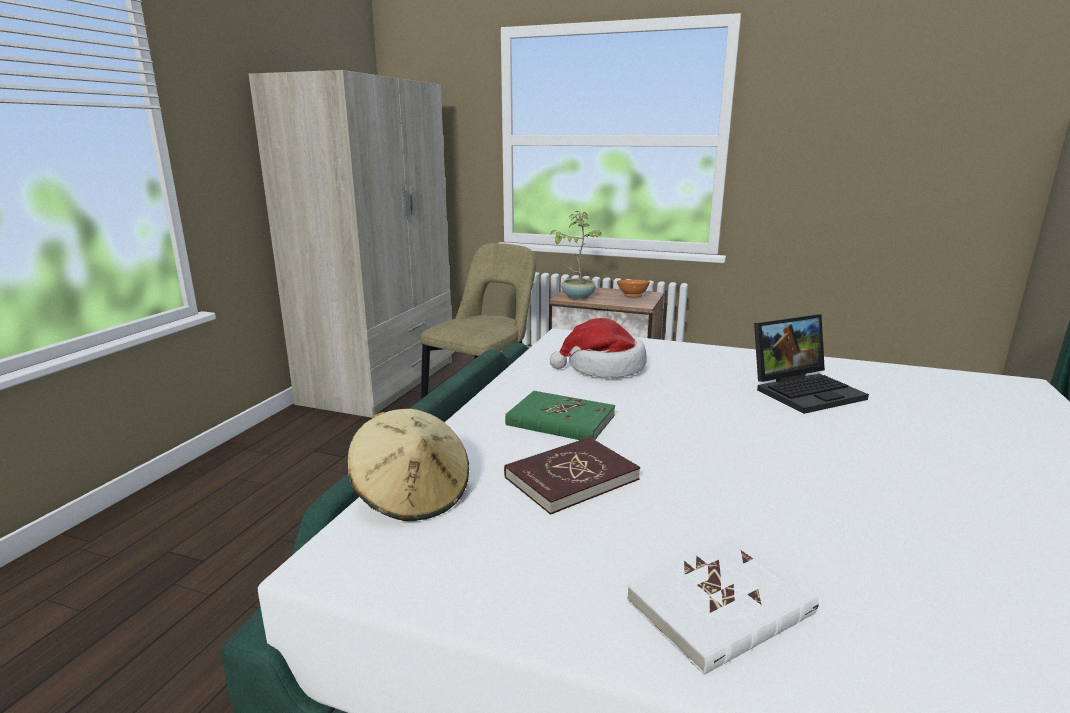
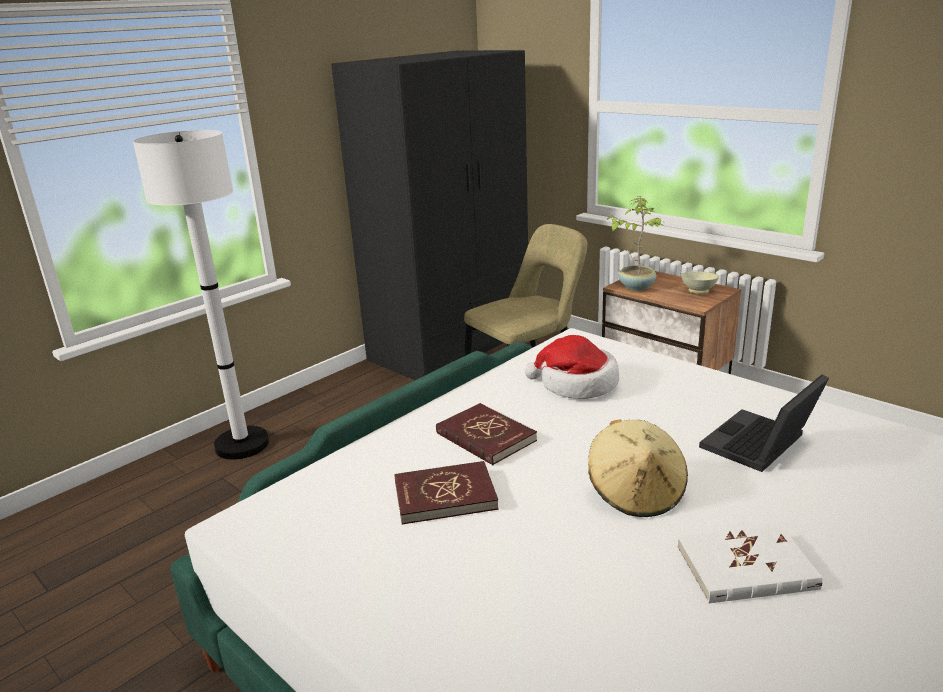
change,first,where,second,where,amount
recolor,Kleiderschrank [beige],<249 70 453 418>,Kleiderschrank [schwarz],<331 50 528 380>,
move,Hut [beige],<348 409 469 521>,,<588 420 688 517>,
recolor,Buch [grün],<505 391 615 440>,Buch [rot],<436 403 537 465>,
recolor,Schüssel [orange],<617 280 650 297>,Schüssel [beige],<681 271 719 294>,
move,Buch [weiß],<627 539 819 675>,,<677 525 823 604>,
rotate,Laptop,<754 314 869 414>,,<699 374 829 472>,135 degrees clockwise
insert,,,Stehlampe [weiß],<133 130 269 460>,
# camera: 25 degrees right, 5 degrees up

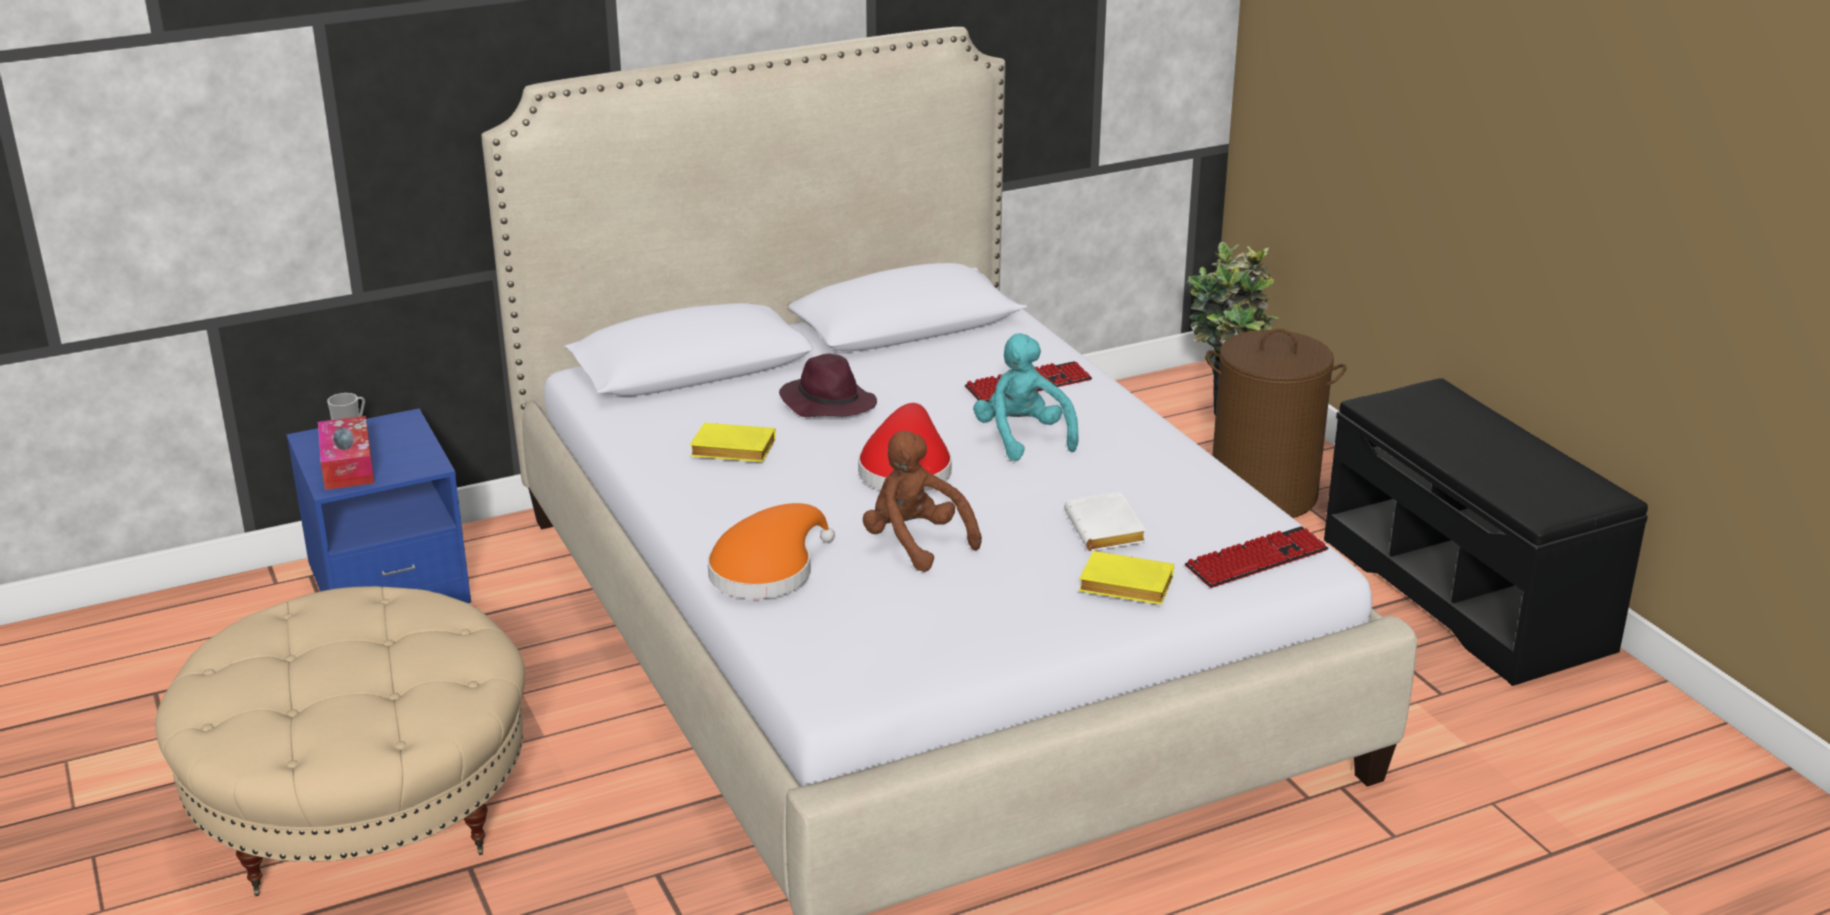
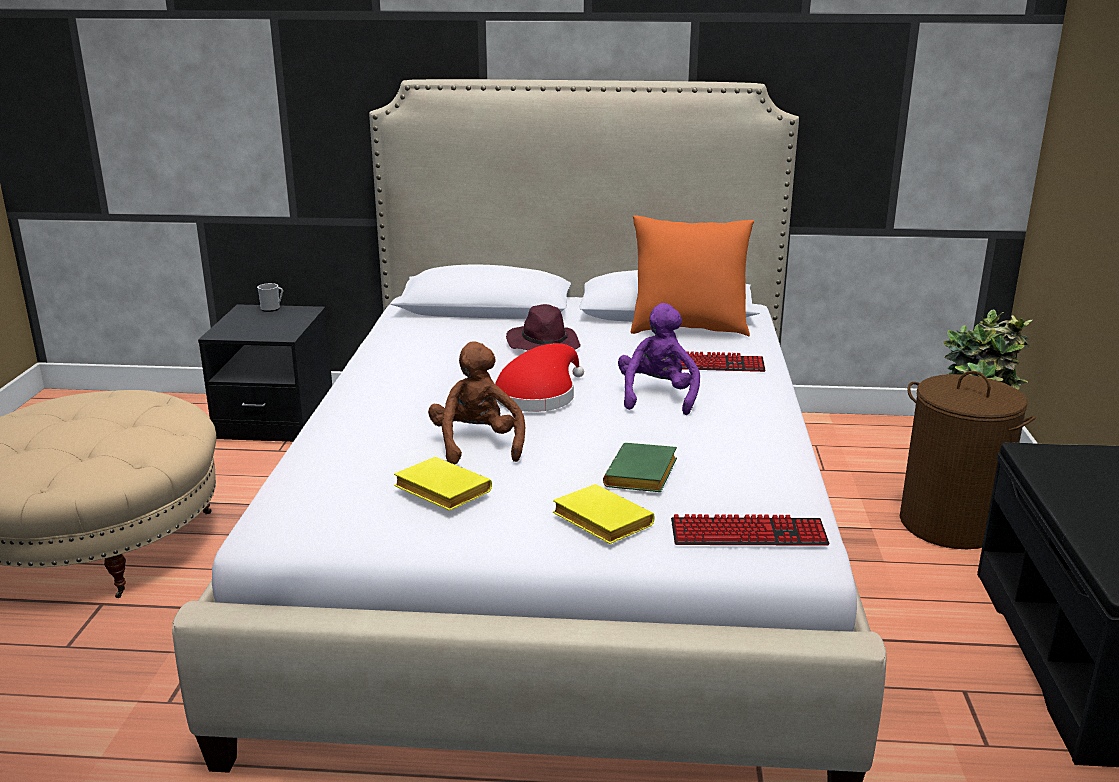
change,first,where,second,where,amount
recolor,Nachttisch [blau],<286 408 471 603>,Nachttisch [schwarz],<198 304 332 442>,
delete,Taschentuchbox,<318 416 374 490>,,,
move,Buch [gelb],<690 423 776 462>,,<394 457 492 511>,
delete,Hut [orange],<707 503 835 599>,,,
recolor,Plüschtier [türkis],<973 333 1079 461>,Plüschtier [lila],<618 303 700 415>,
recolor,Buch [weiß],<1064 491 1146 551>,Buch [grün],<603 443 677 492>,
insert,,,Kissen [orange],<631 215 754 337>,
# camera: 30 degrees right, 5 degrees down

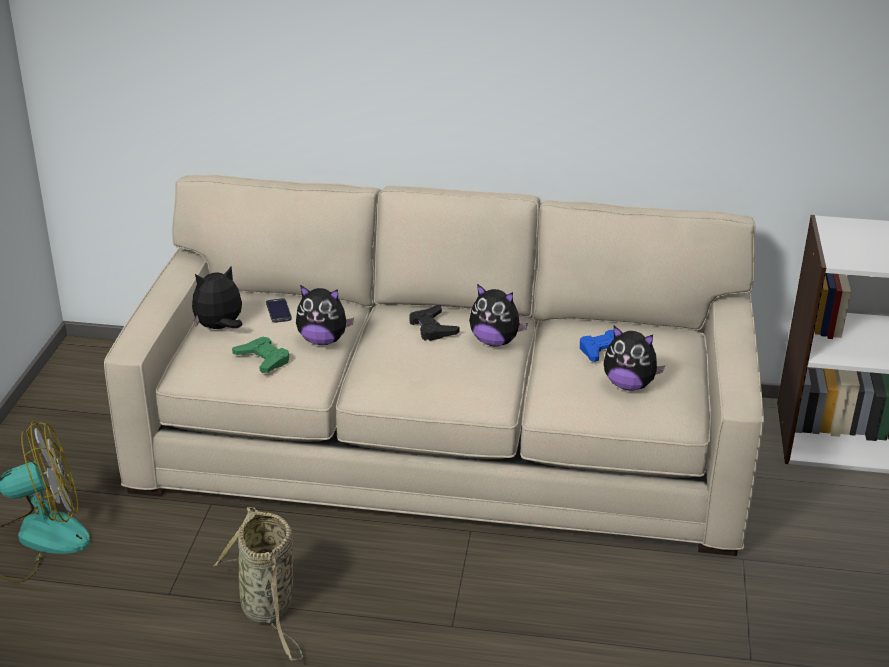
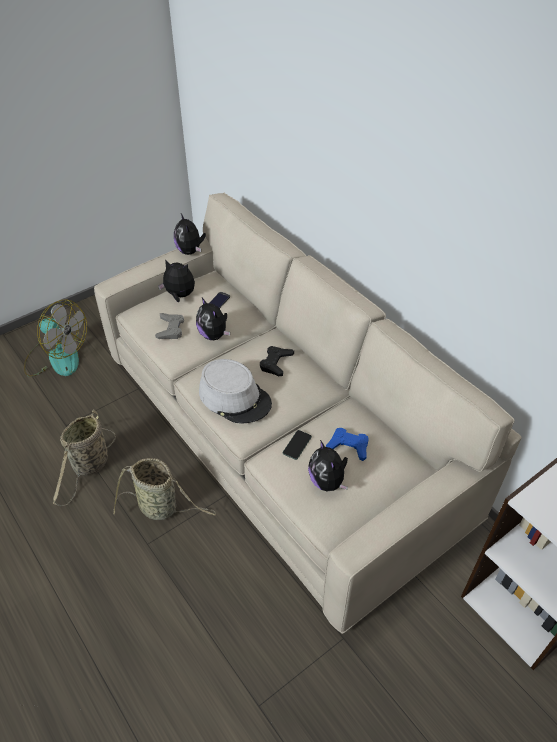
change,first,where,second,where,amount
recolor,Gamepad [grün],<232 336 289 373>,Gamepad [grau],<155 313 184 339>,
move,Plüschtier,<469 284 528 346>,,<174 213 206 255>,
insert,,,Korb,<113 458 216 520>,
insert,,,Hut [grau],<199 359 272 424>,
insert,,,Handy,<283 430 312 460>,
# camera: 45 degrees right, 15 degrees up

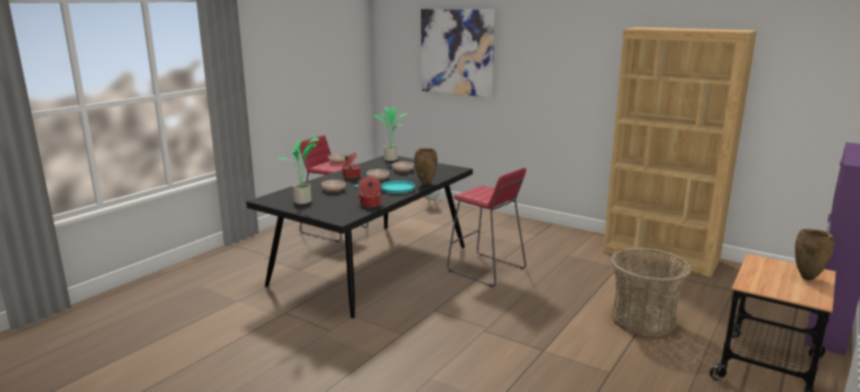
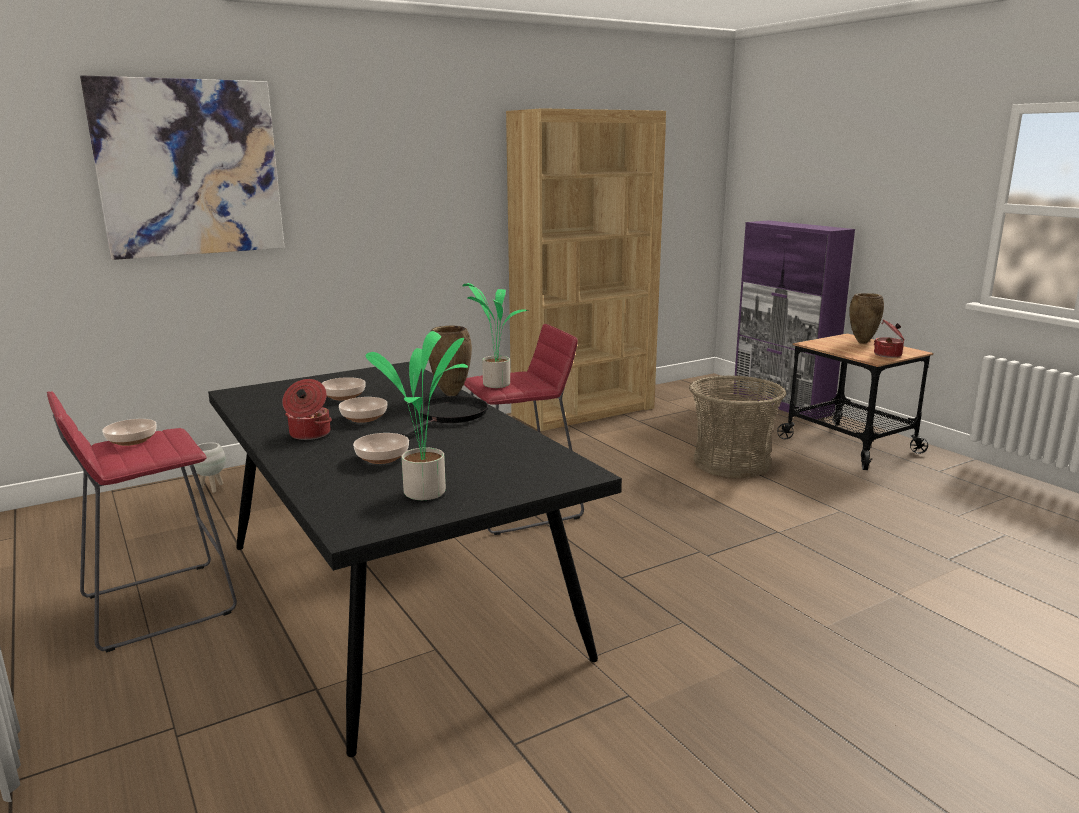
change,first,where,second,where,amount
recolor,Pfanne [türkis],<354 180 415 193>,Pfanne [schwarz],<401 396 488 437>,
move,Kochtopf,<356 177 385 208>,,<874 320 904 358>,
move,Topfpflanze,<373 107 407 161>,,<463 283 528 388>,
# camera: 65 degrees left, 0 degrees up

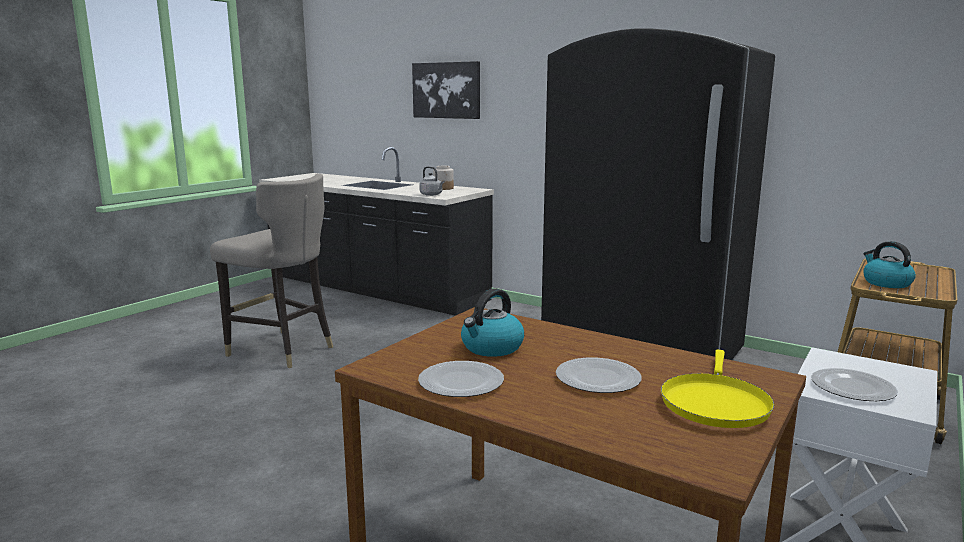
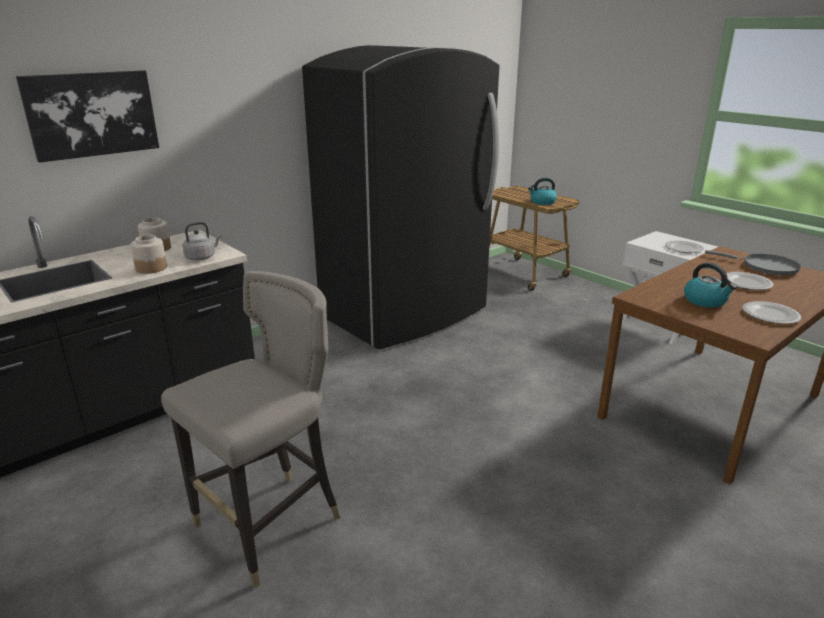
change,first,where,second,where,amount
recolor,Pfanne [gelb],<661 350 774 428>,Pfanne [grau],<705 250 801 275>,
insert,,,Vorratsglas,<130 235 167 274>,
# camera: 75 degrees left, 10 degrees up

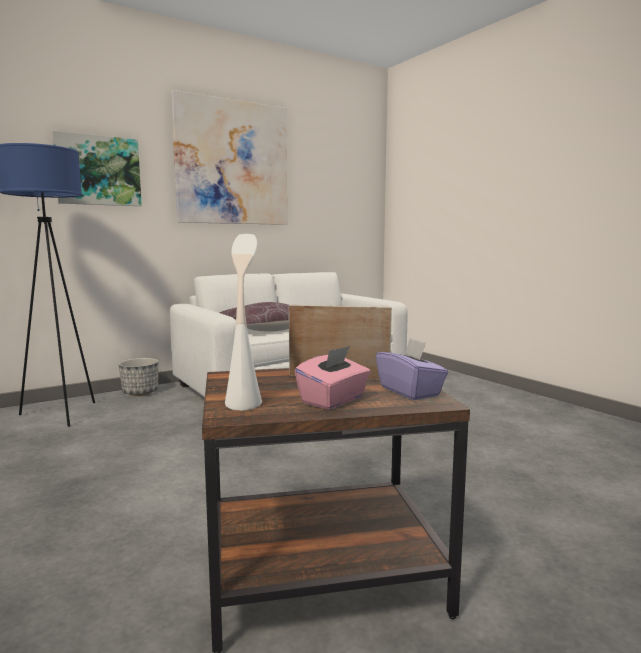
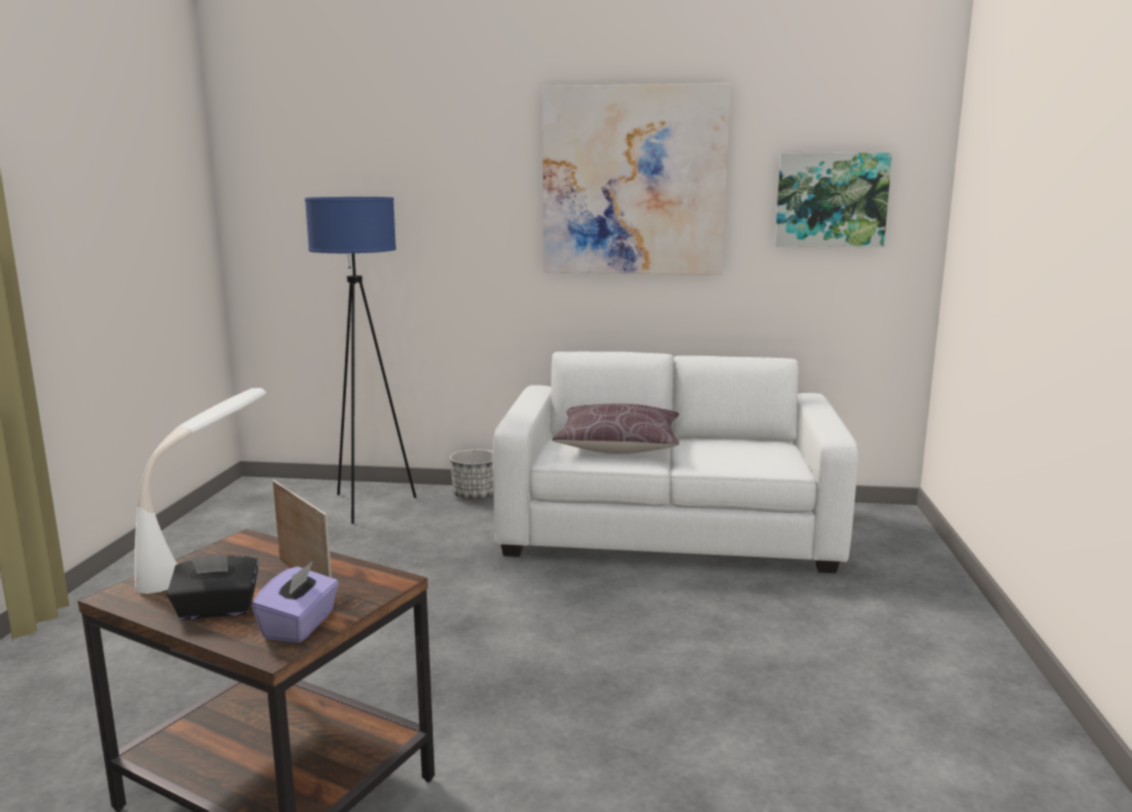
change,first,where,second,where,amount
move,Bild,<52 131 142 206>,,<775 153 892 247>,
recolor,Taschentuchbox [rosa],<295 346 370 410>,Taschentuchbox [schwarz],<167 555 259 619>,
# camera: 40 degrees right, 5 degrees up

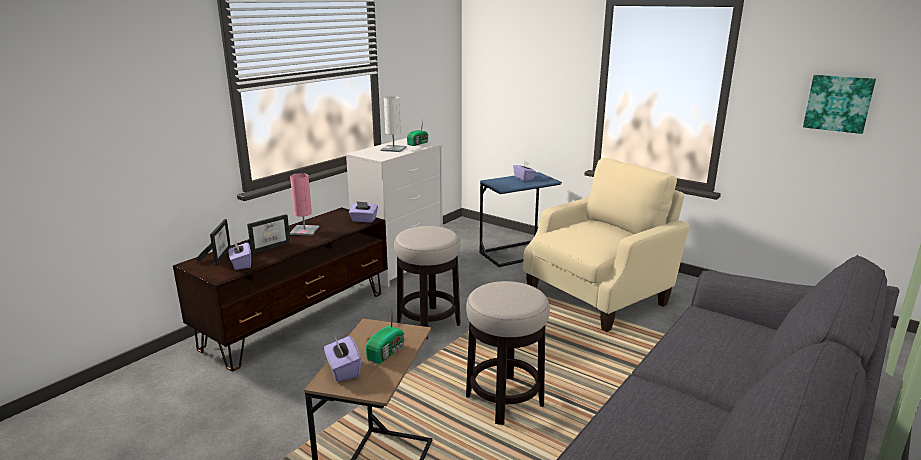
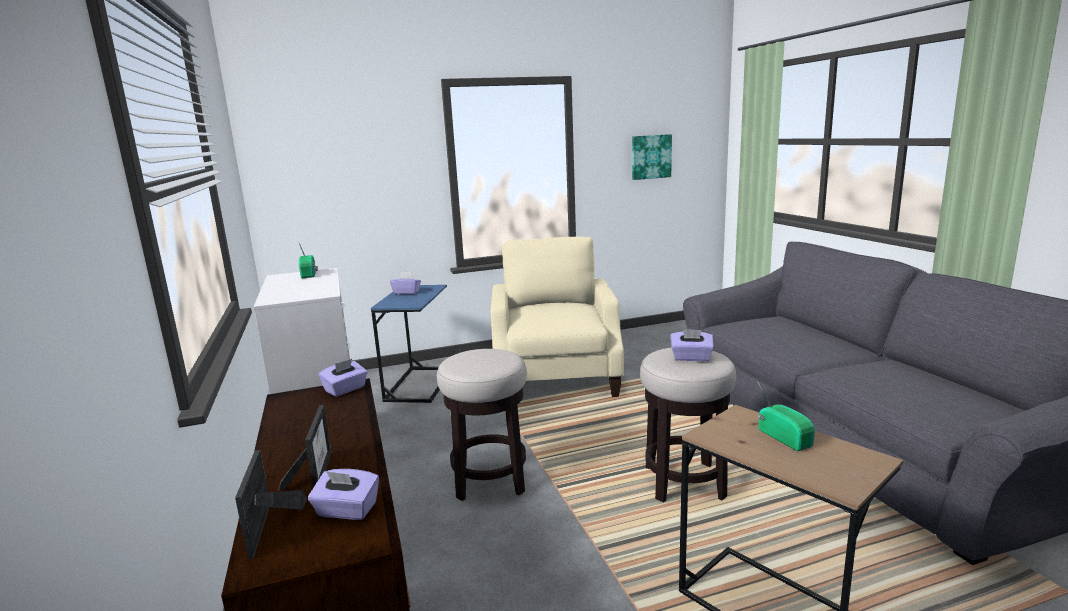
change,first,where,second,where,amount
rotate,Bilderrahmen,<196 219 231 265>,,<235 450 307 559>,135 degrees counterclockwise
delete,Tischlampe [rosa],<290 173 319 235>,,,
move,Taschentuchbox [lila],<324 336 361 382>,,<671 329 714 361>,
delete,Tischlampe [weiß],<380 96 407 152>,,,
# camera: 55 degrees left, 5 degrees down

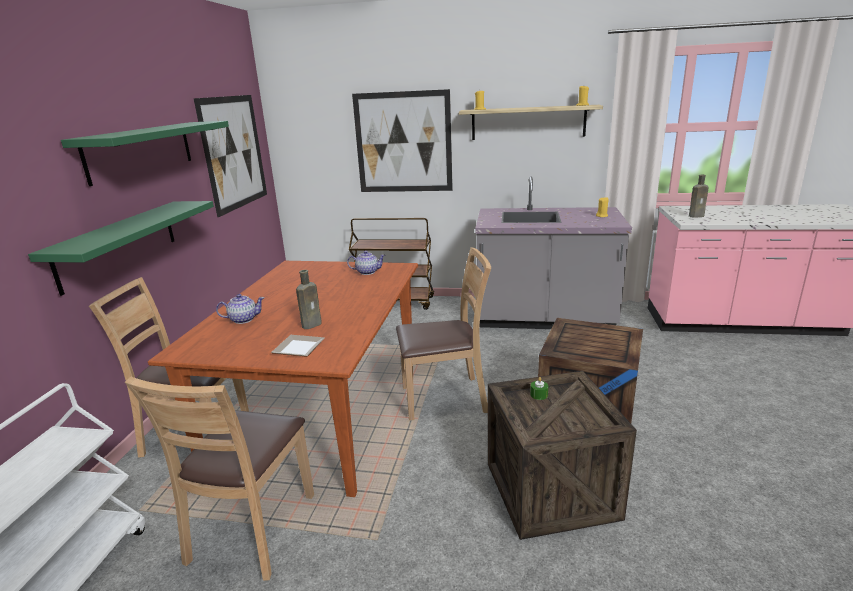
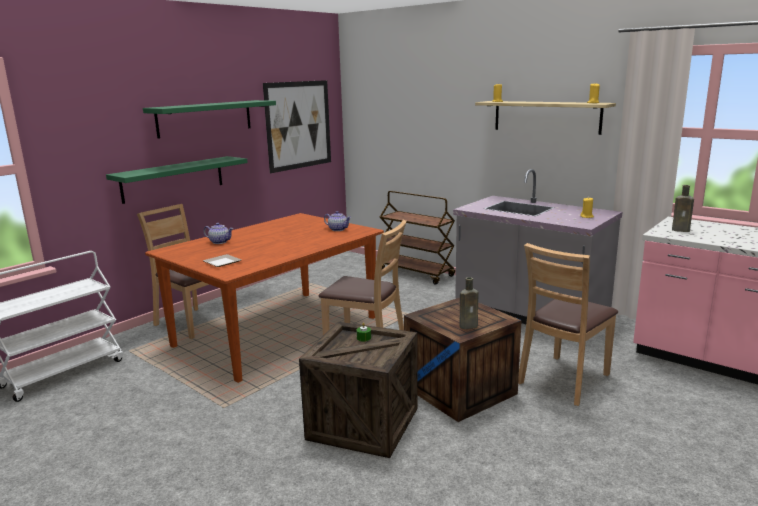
change,first,where,second,where,amount
move,Stuhl [braun],<125 377 314 581>,,<518 243 618 406>,
move,Flasche [braun],<296 270 322 329>,,<460 277 478 329>,
delete,Bild,<352 89 453 192>,,,
# camera: 30 degrees right, 5 degrees down

